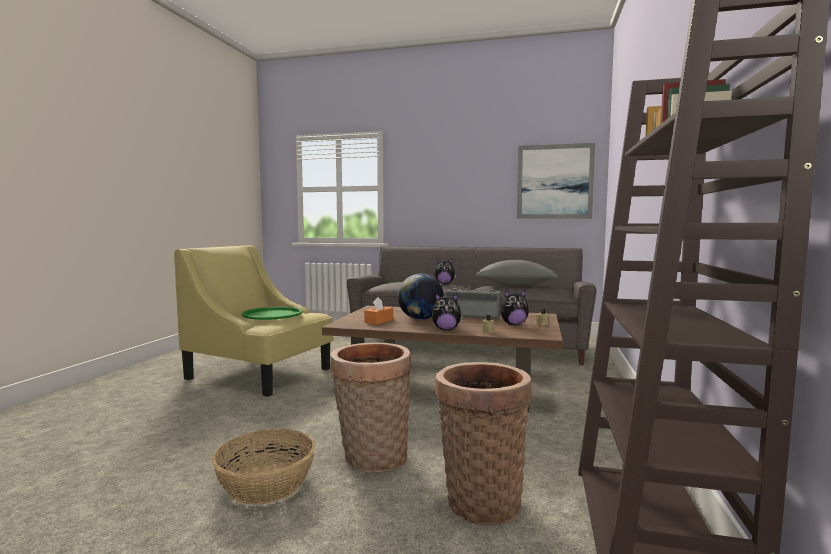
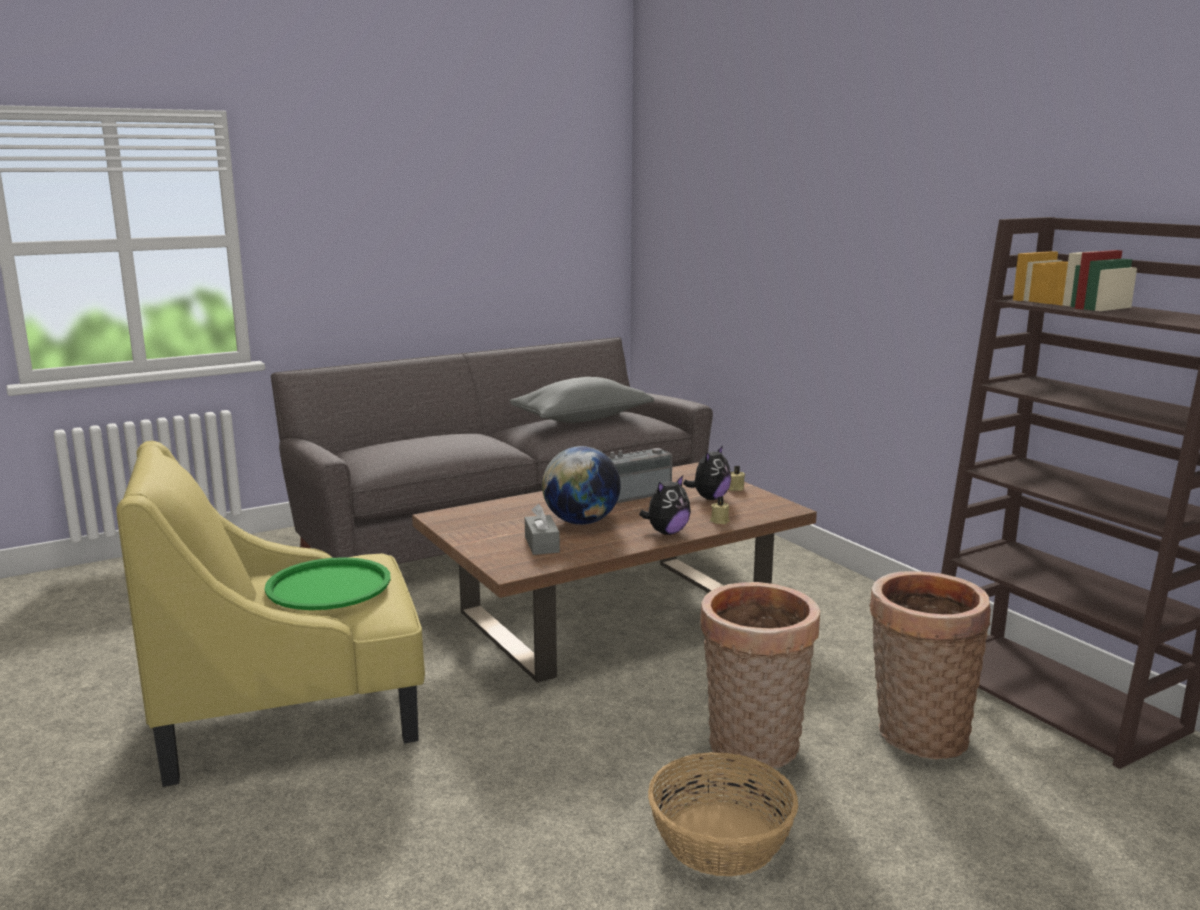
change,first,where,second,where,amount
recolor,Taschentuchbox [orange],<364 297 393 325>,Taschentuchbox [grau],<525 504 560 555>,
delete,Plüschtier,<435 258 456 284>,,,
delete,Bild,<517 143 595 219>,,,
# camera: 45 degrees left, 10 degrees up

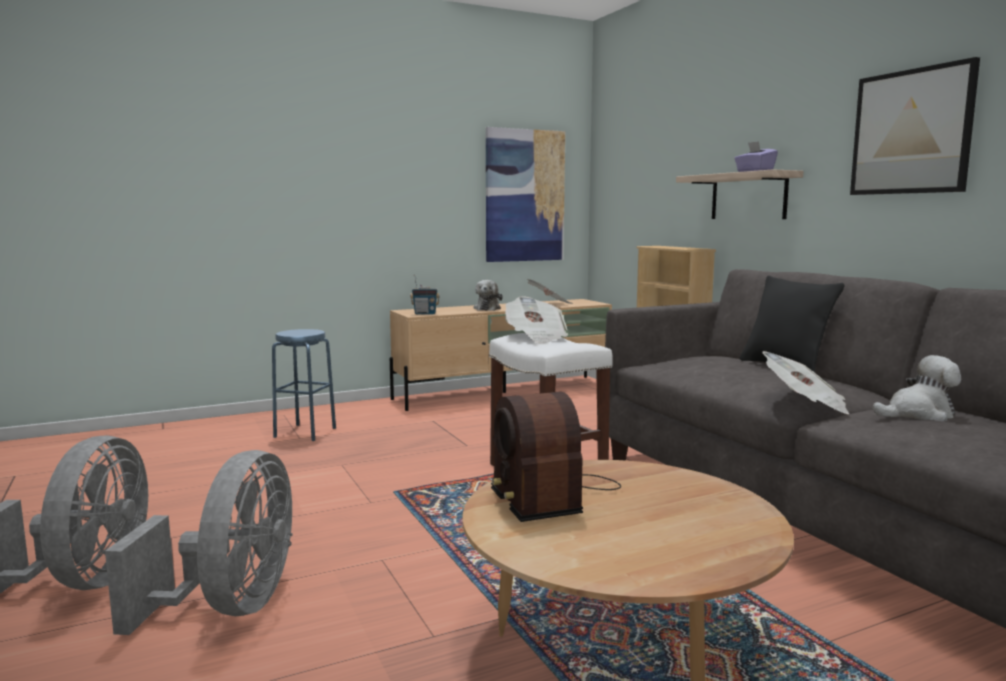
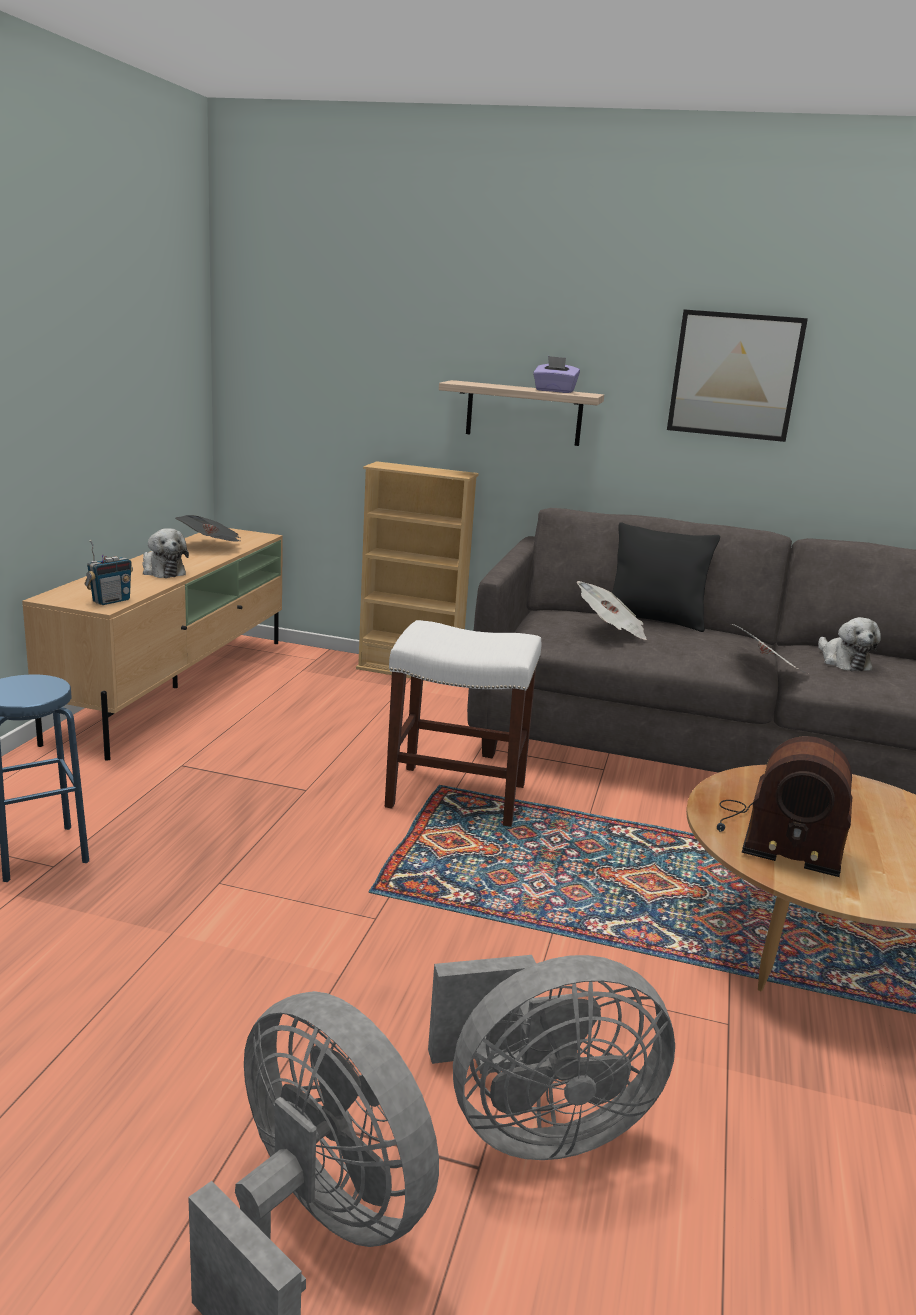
change,first,where,second,where,amount
rotate,Ventilator [grau],<105 450 293 635>,,<428 955 675 1160>,120 degrees clockwise
delete,Bild,<486 127 565 262>,,,
move,Zeitung,<505 297 568 343>,,<577 581 646 640>,
rotate,Plüschtier,<872 355 961 421>,,<818 617 881 671>,135 degrees clockwise
# camera: 50 degrees left, 10 degrees up

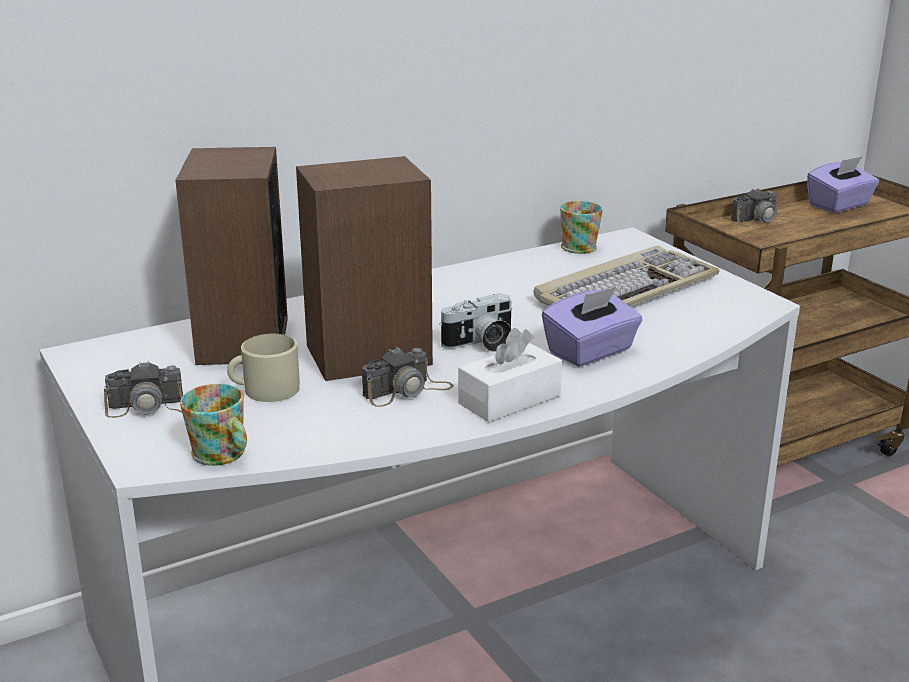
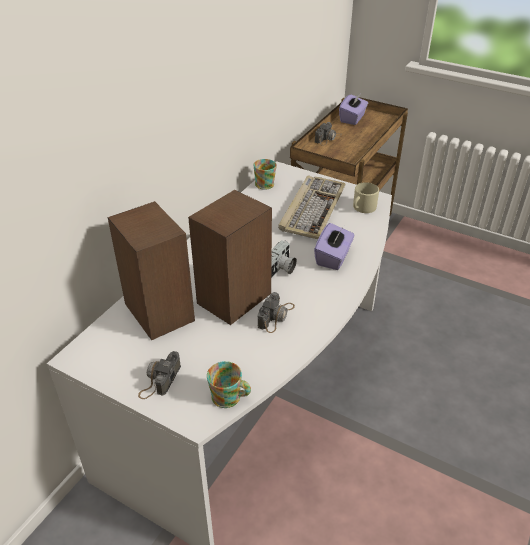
change,first,where,second,where,amount
rotate,Kamera,<104 361 183 418>,,<138 351 181 399>,150 degrees clockwise
move,Henkelbecher [beige],<227 334 300 402>,,<353 182 379 213>,
delete,Taschentuchbox [weiß],<458 328 562 422>,,,
# camera: 30 degrees left, 15 degrees up

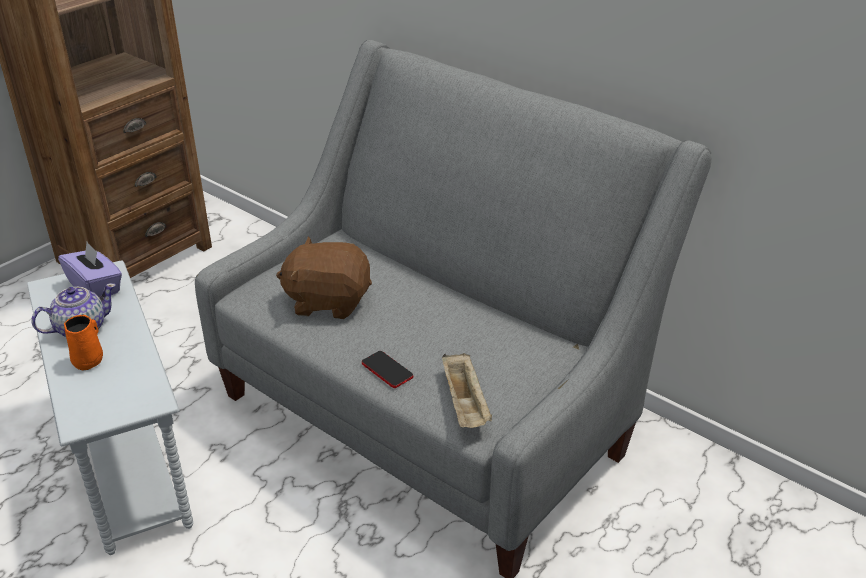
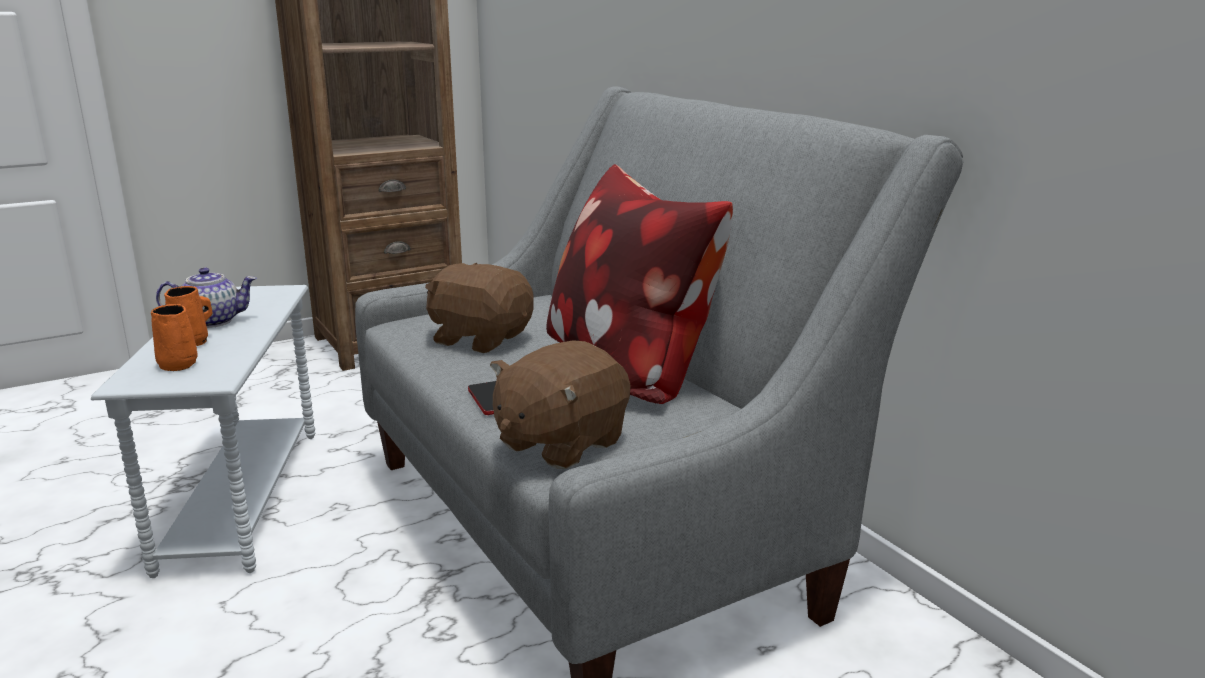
change,first,where,second,where,amount
delete,Taschentuchbox [lila],<58 242 122 297>,,,
replace,Tablett [beige],<442 353 492 428>,Plüschtier [braun],<490 340 631 469>,
insert,,,Henkelbecher [orange],<151 304 198 371>,
insert,,,Kissen,<546 164 733 404>,
# camera: 20 degrees right, 15 degrees down

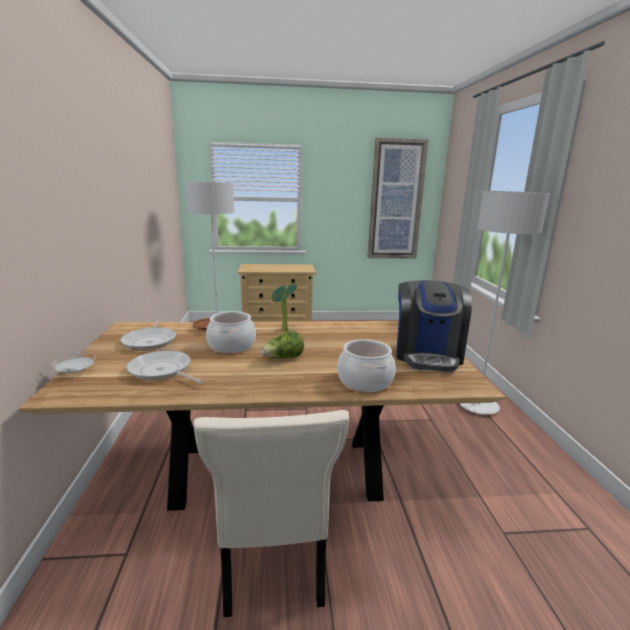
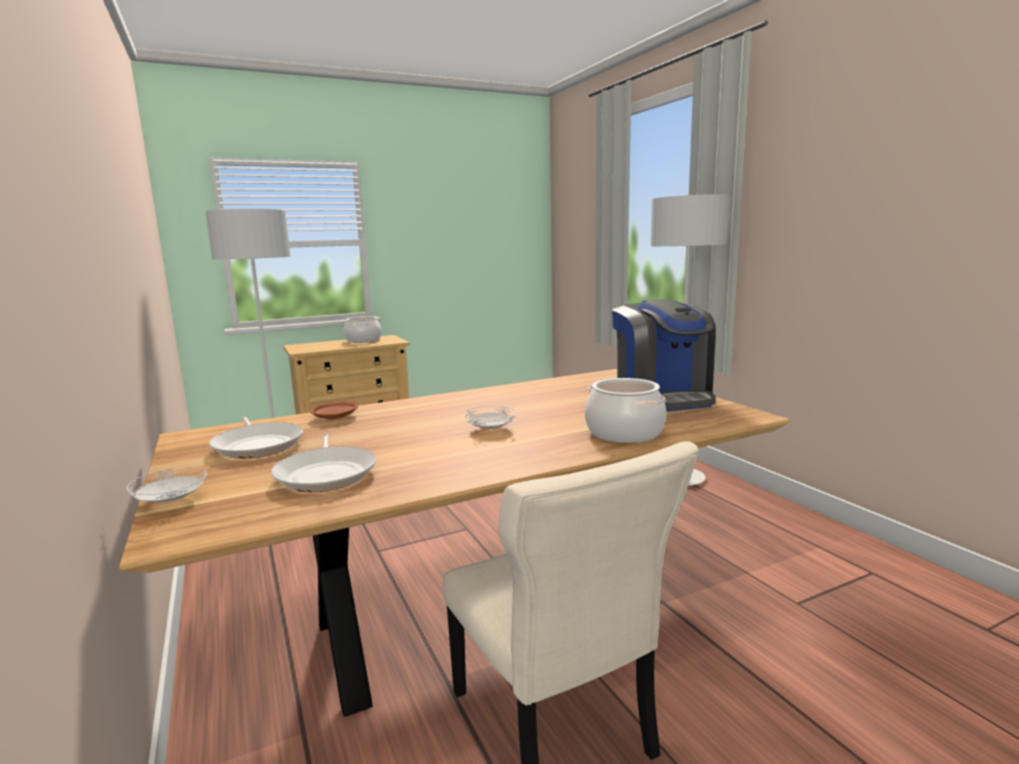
change,first,where,second,where,amount
rotate,Pfanne,<126 350 205 384>,,<271 434 377 492>,120 degrees counterclockwise
move,Kochtopf,<206 311 256 353>,,<344 316 381 343>,
replace,Salatkopf,<260 331 304 358>,Teller [weiß],<464 406 516 430>,
delete,Topfpflanze,<272 284 297 331>,,,
delete,Bild,<368 138 429 259>,,,
# camera: 20 degrees left, 5 degrees down

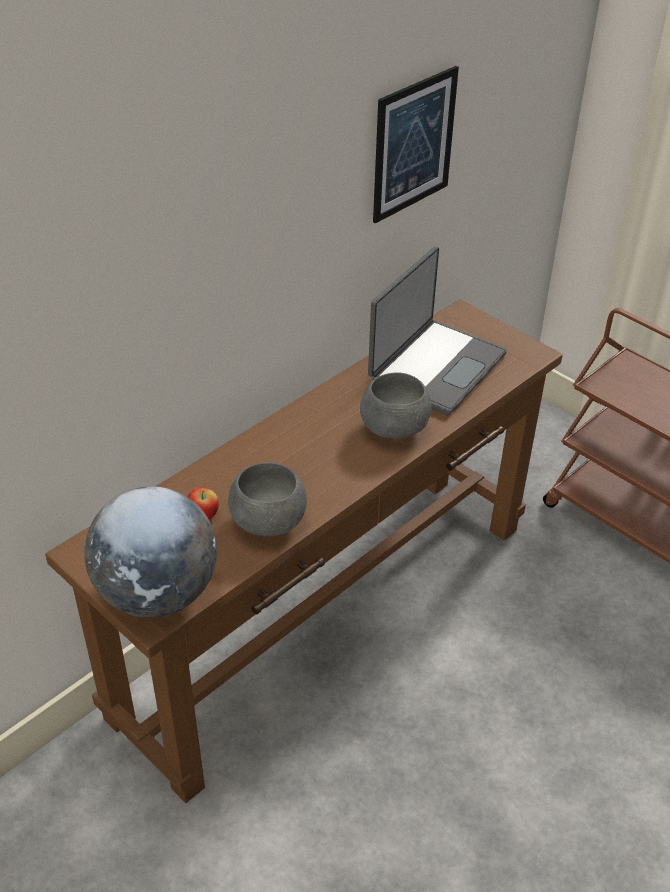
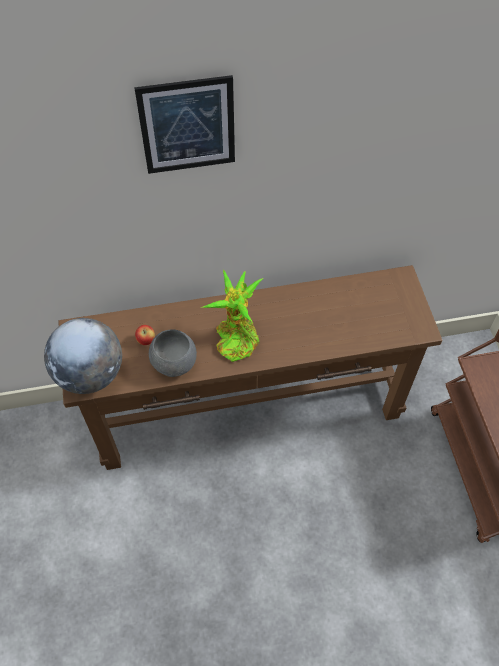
change,first,where,second,where,amount
delete,Schüssel [grau],<360 372 432 439>,,,
delete,Laptop,<368 247 507 416>,,,
move,Bild,<373 66 459 223>,,<134 75 235 174>,
insert,,,Topfpflanze,<202 270 263 362>,
# camera: 35 degrees right, 15 degrees up

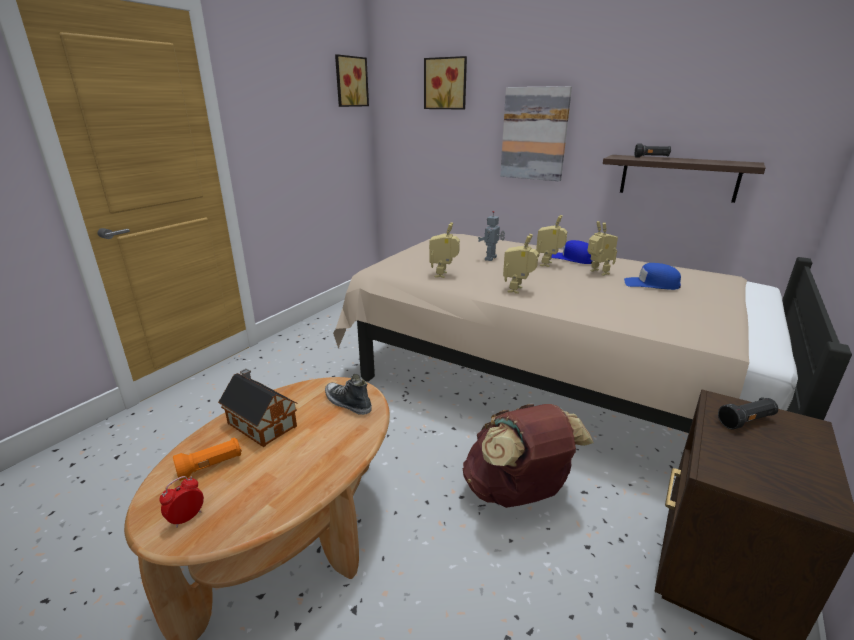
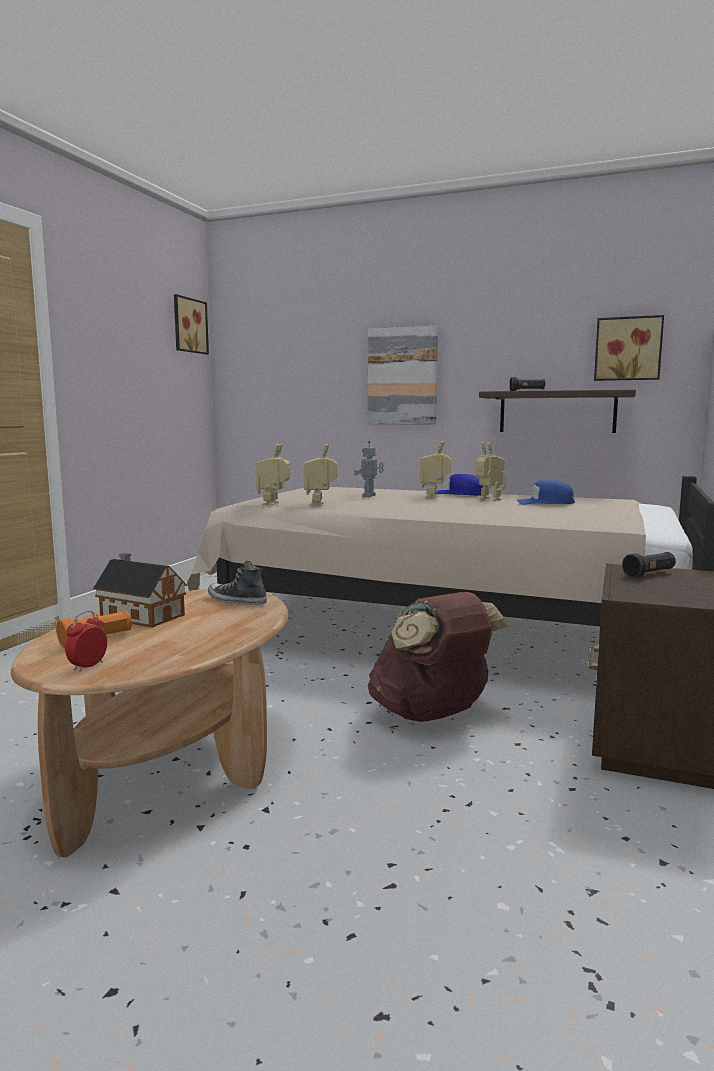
change,first,where,second,where,amount
move,Bild,<424 56 467 110>,,<594 315 664 381>,
move,Spielzeugroboter,<503 234 539 294>,,<256 444 291 505>,
# camera: 10 degrees left, 15 degrees down

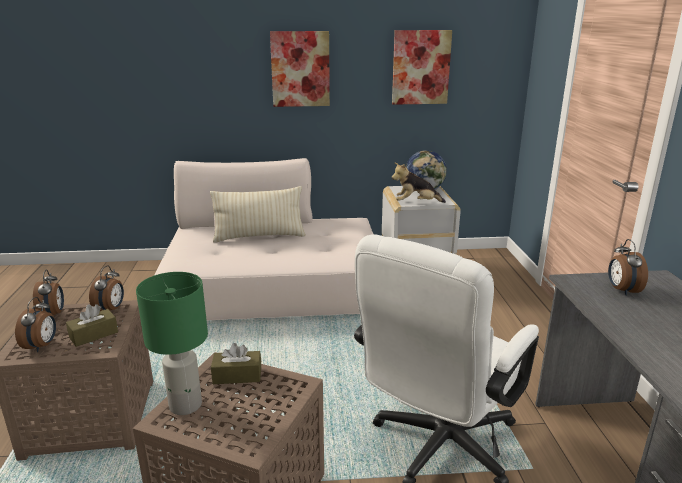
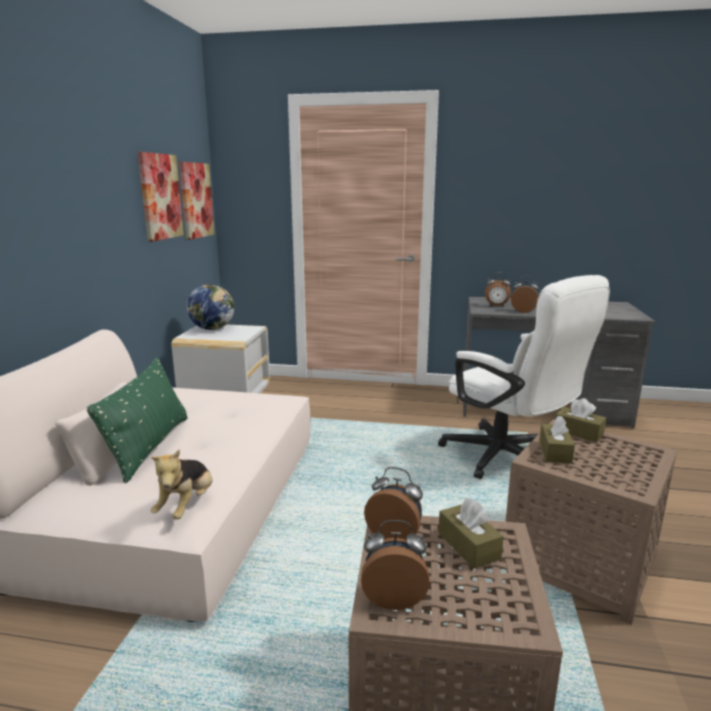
change,first,where,second,where,amount
move,Wecker,<15 297 56 352>,,<511 276 539 313>,
delete,Tischlampe [grün],<136 272 208 415>,,,
recolor,Kissen [beige],<210 186 306 243>,Kissen [grün],<87 357 187 483>,
move,Bild,<270 31 330 107>,,<179 162 215 240>,
move,Plüschtier,<392 162 446 203>,,<150 449 213 519>,
insert,,,Taschentuchbox [braun],<555 398 606 442>,
# camera: 75 degrees left, 5 degrees down

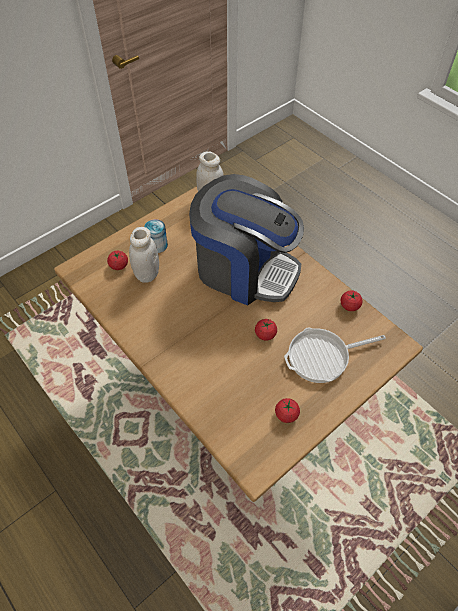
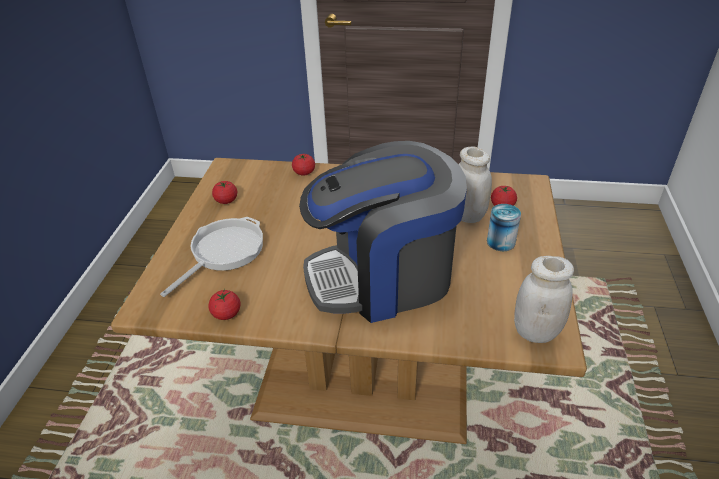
change,first,where,second,where,amount
move,Tomate,<255 319 277 341>,,<292 154 315 176>,
# camera: 140 degrees right, 15 degrees down

